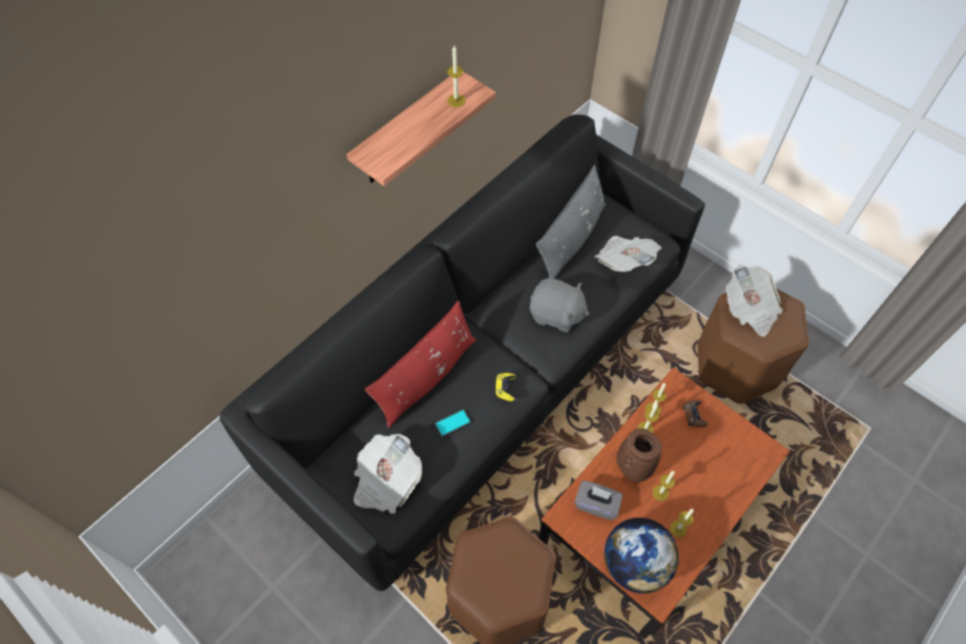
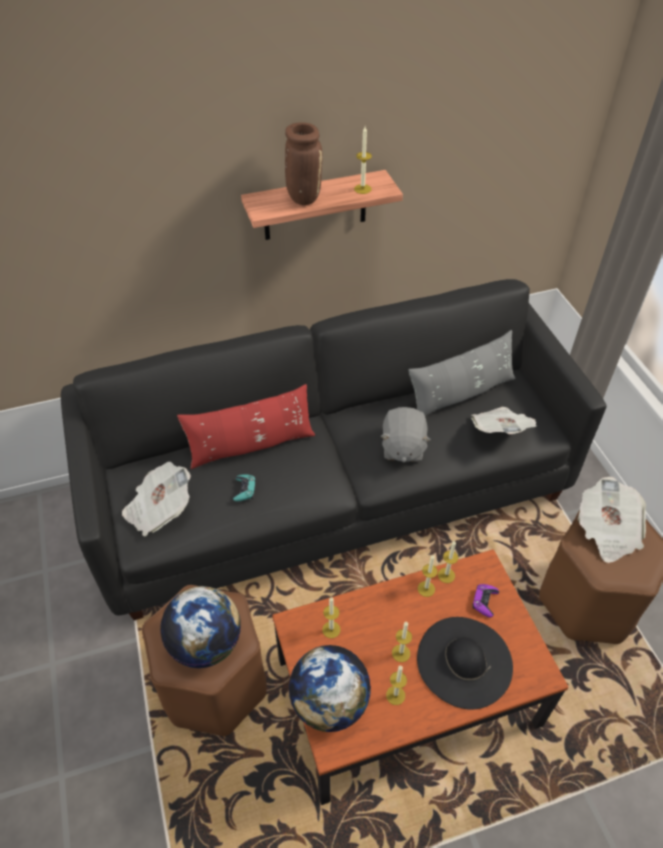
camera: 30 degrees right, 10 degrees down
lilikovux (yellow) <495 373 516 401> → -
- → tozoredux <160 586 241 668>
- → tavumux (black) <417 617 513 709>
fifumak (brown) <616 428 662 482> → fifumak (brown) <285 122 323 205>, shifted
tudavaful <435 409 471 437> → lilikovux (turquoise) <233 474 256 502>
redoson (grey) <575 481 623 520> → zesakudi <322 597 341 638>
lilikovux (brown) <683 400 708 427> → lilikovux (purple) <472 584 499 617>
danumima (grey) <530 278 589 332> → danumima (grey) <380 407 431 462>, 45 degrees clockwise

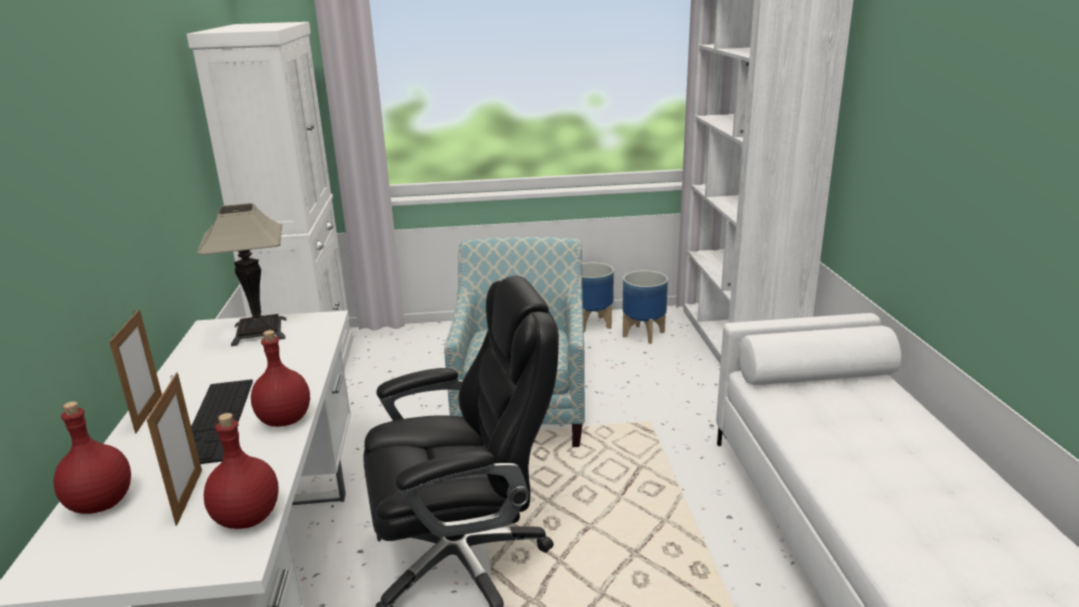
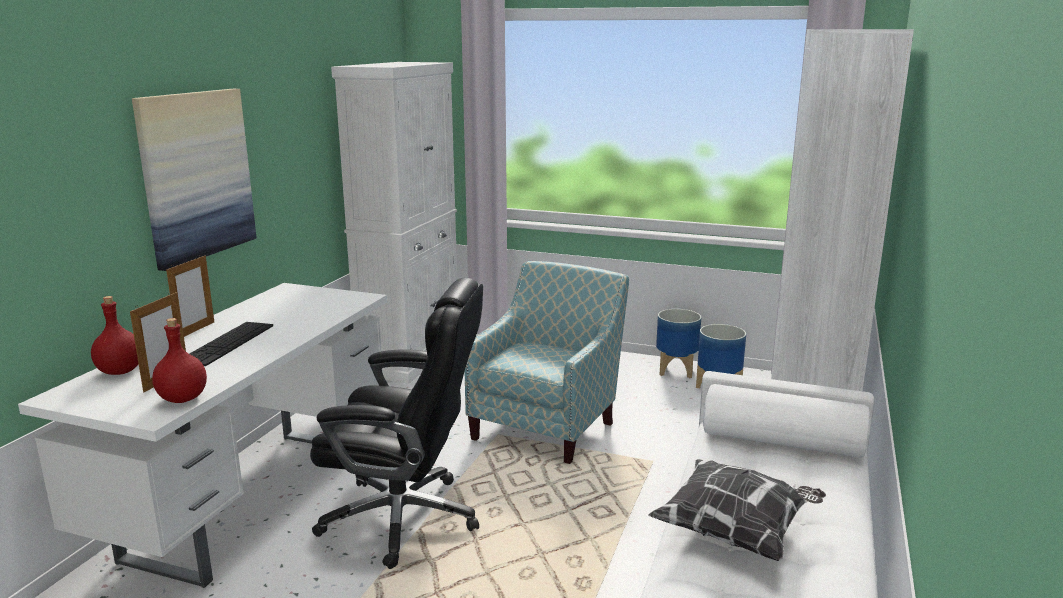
camera: 25 degrees right, 5 degrees down
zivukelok <197 203 286 346> → -
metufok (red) <251 330 310 427> → -
- → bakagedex <132 89 256 271>
- → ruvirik <648 459 826 561>

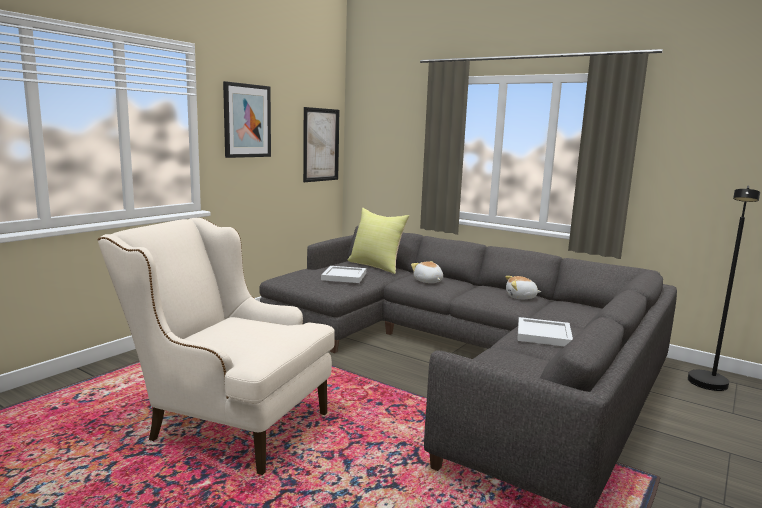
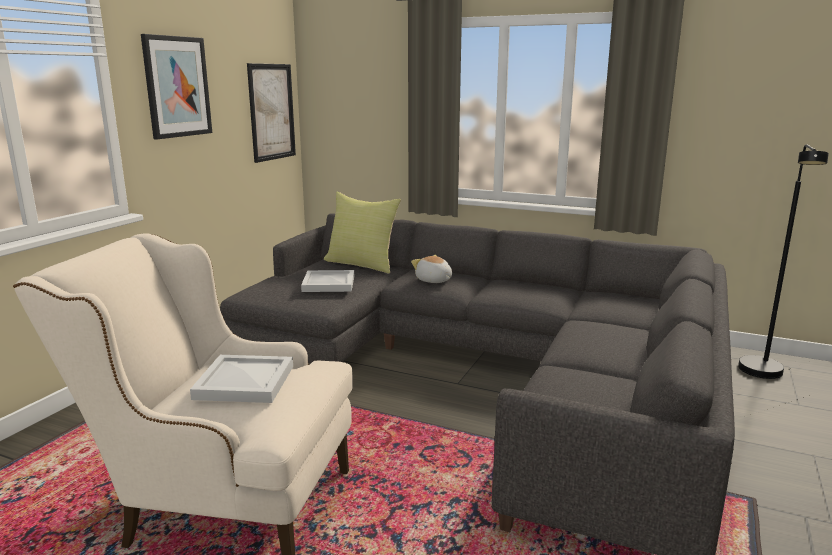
camera: 10 degrees left, 5 degrees up
danumima <505 276 541 299> → -
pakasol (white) <517 317 573 346> → pakasol (white) <190 355 293 403>, shifted

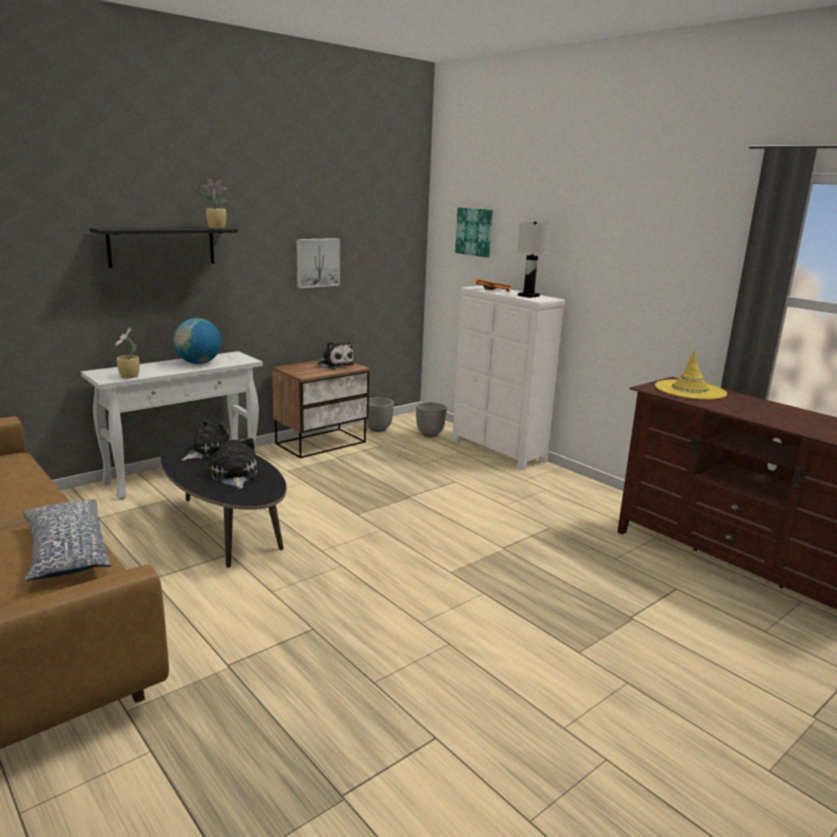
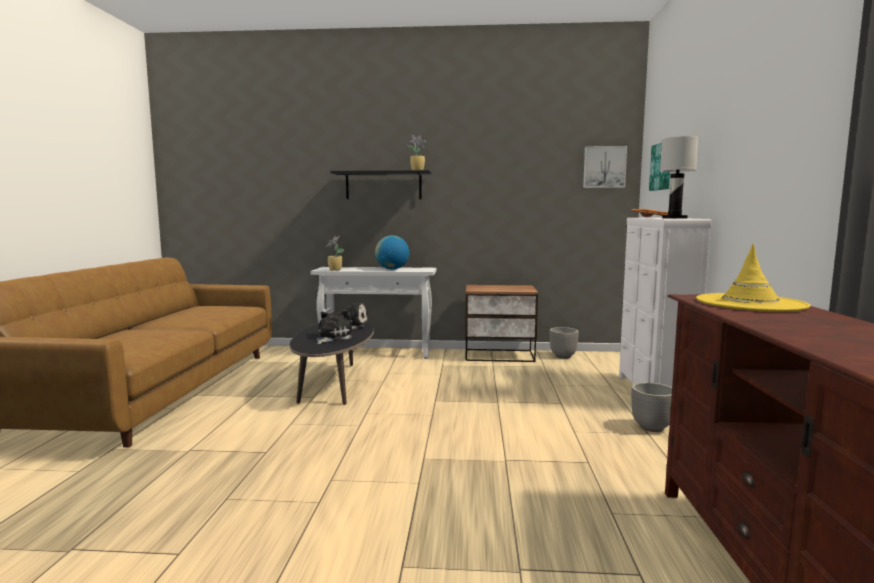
camera: 45 degrees right, 10 degrees down
ruvirik <22 499 112 581> → -
danumima <318 342 355 369> → -
bakagedex <296 238 340 288> → bakagedex <583 146 627 188>, shifted
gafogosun <416 402 447 437> → gafogosun <631 382 672 432>, shifted

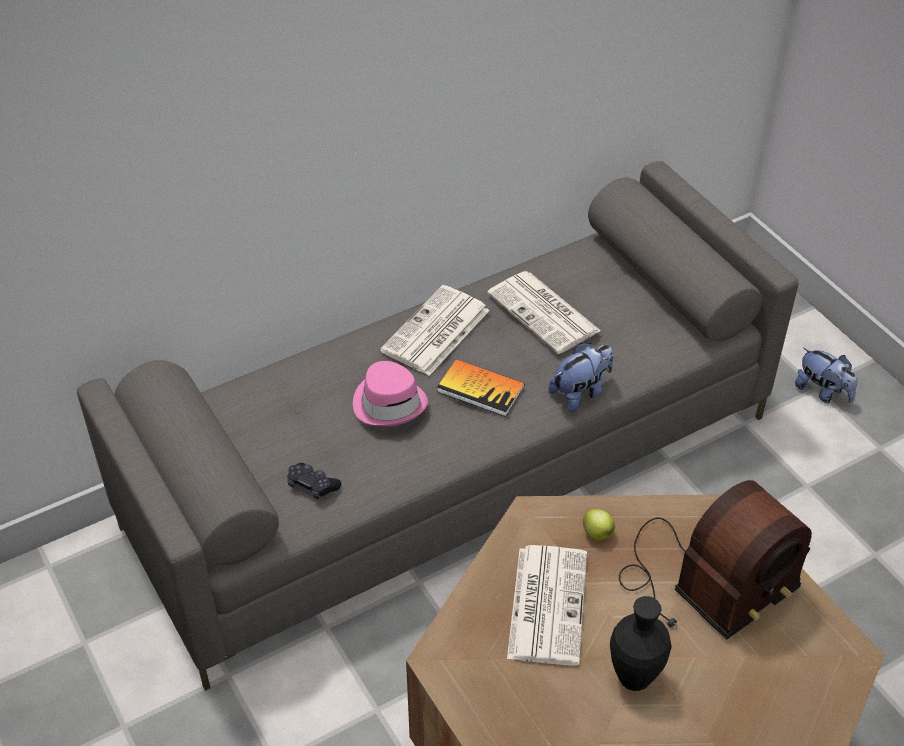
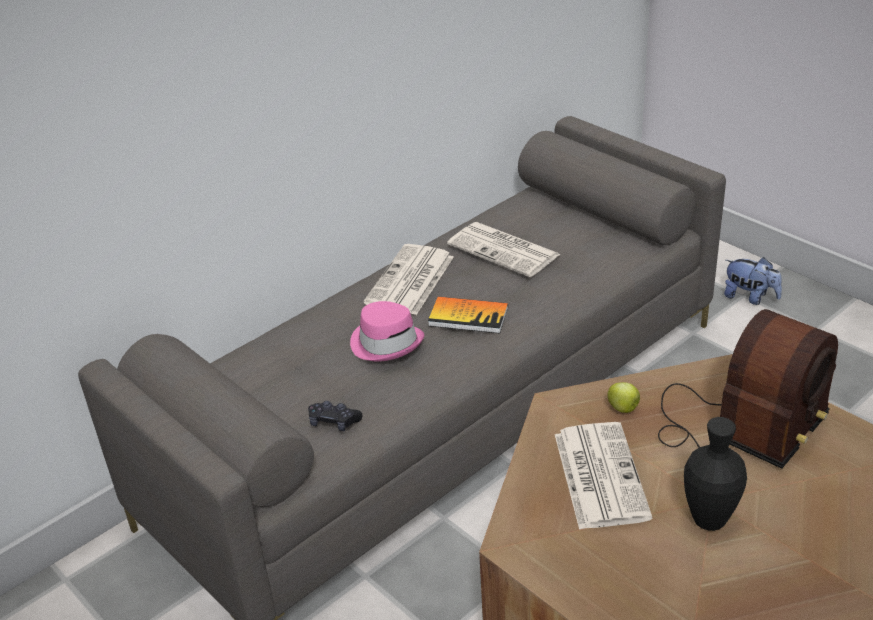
camera: 10 degrees left, 10 degrees down
danumima <548 343 614 412> → -

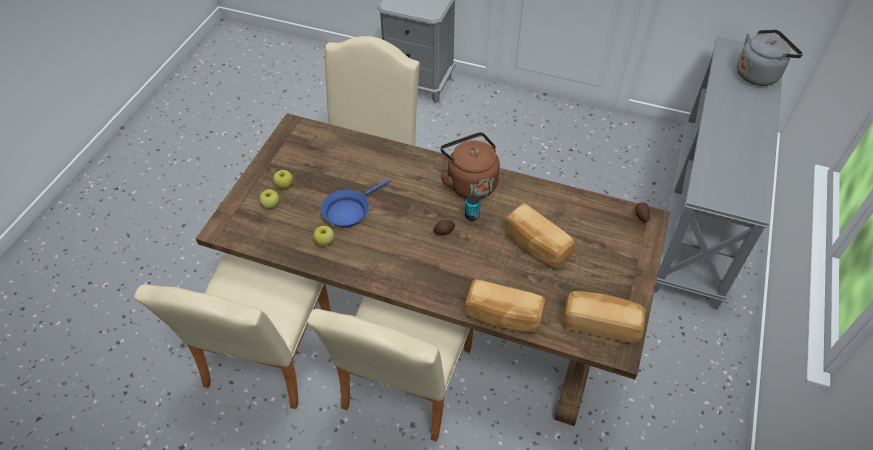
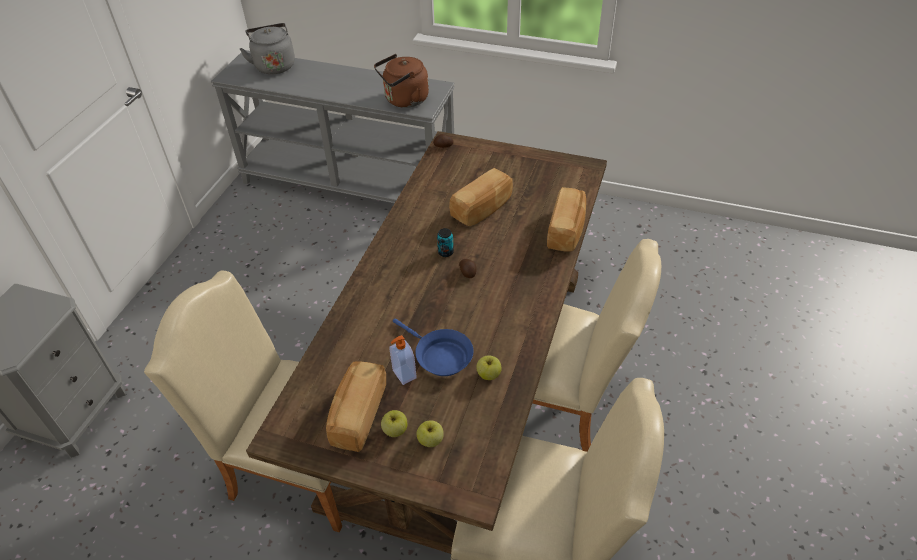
camera: 90 degrees left, 5 degrees down
- → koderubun <389 335 417 385>
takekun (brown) <440 132 500 199> → takekun (brown) <374 54 429 108>, shifted
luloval <563 291 645 344> → luloval <326 362 386 452>, shifted

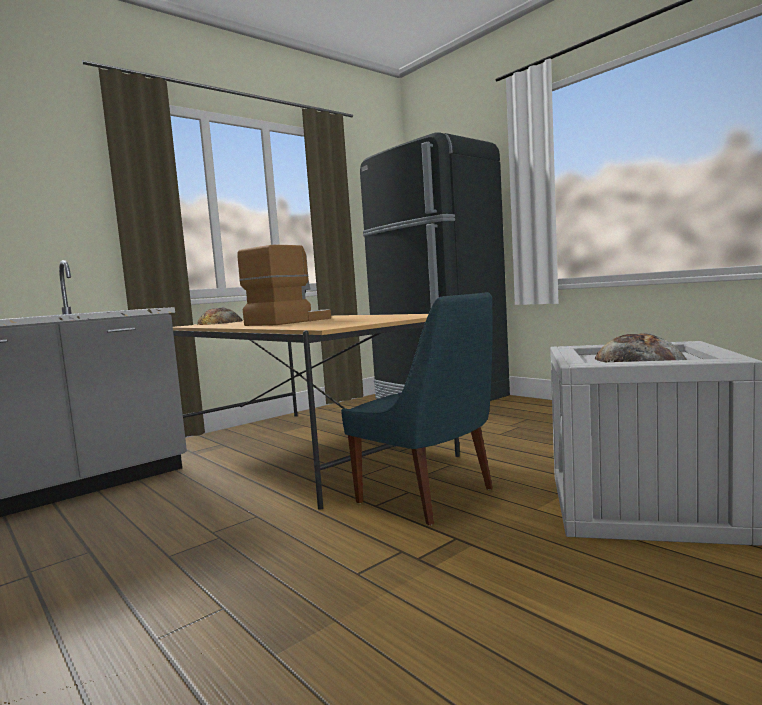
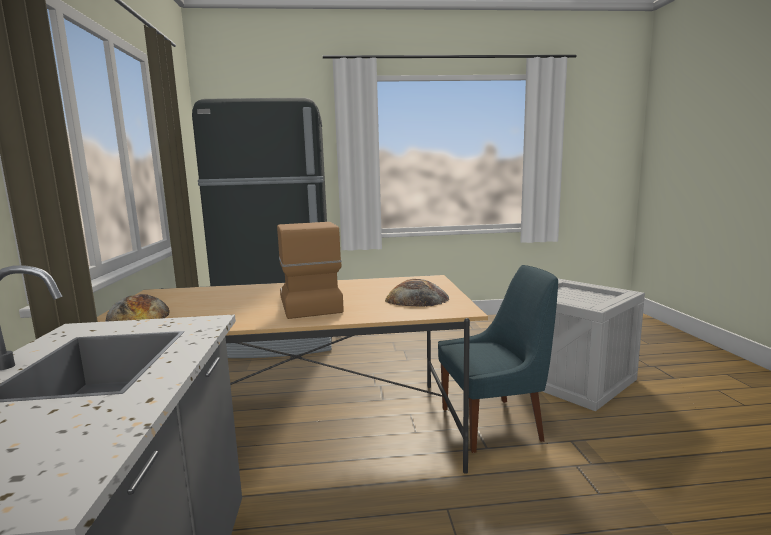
camera: 55 degrees left, 5 degrees up
luloval <595 333 687 362> → luloval <385 279 450 307>, shifted

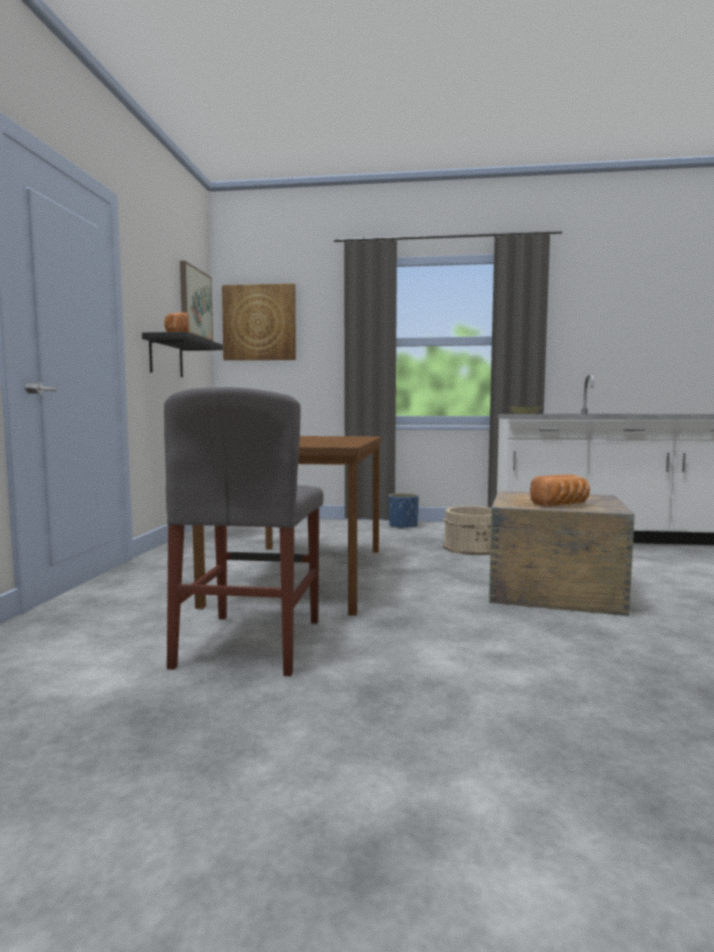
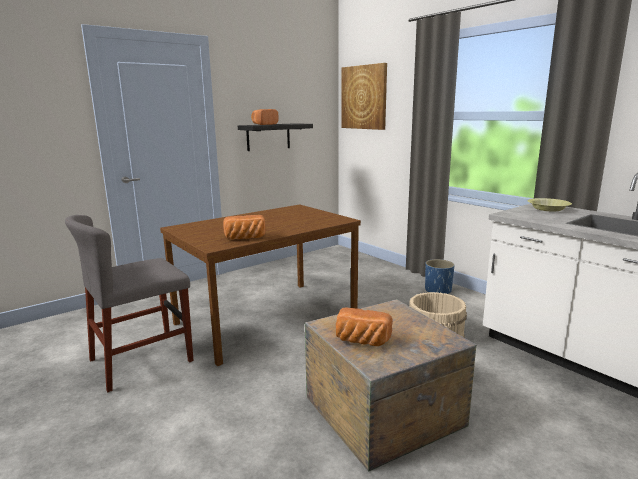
camera: 45 degrees right, 10 degrees up
bakagedex <180 261 213 341> → -
- → luloval <223 215 266 240>

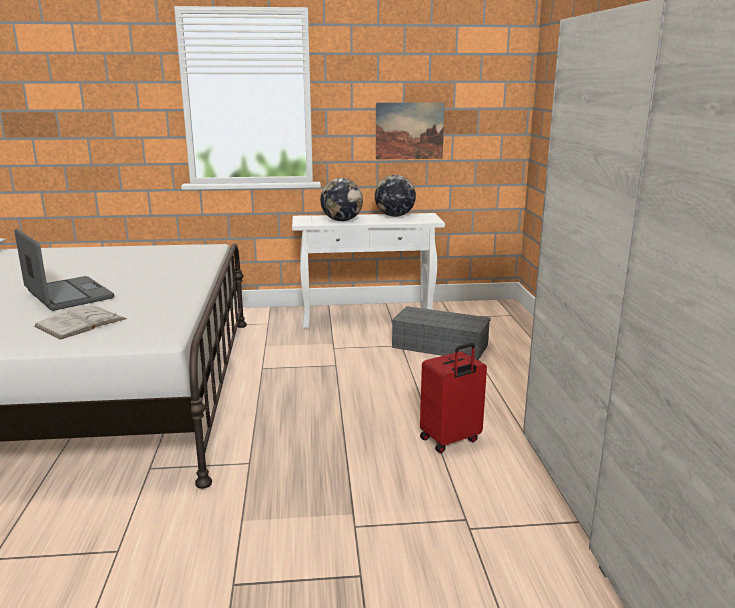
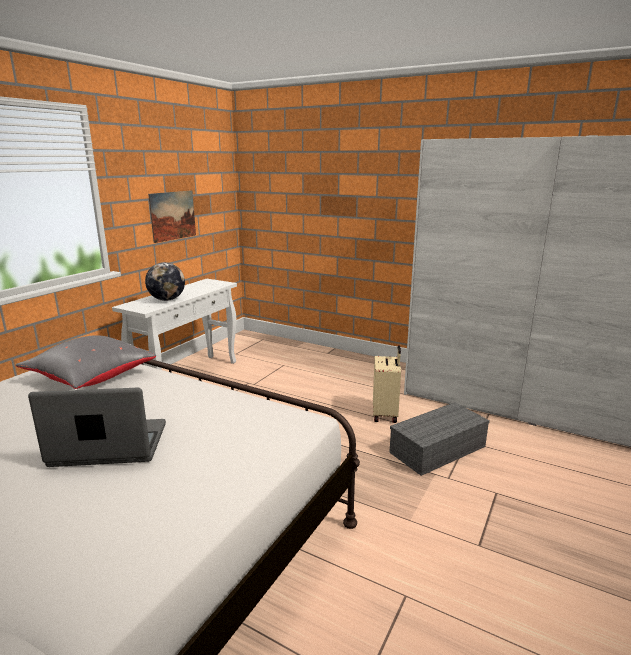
camera: 55 degrees left, 0 degrees up
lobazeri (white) <34 306 127 340> → -
tozoredux <375 175 416 217> → -
- → ruvirik (grey) <15 335 156 389>
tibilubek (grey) <392 306 491 360> → tibilubek (grey) <389 402 490 476>, shifted
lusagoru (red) <420 343 487 453> → lusagoru (beige) <373 345 401 423>

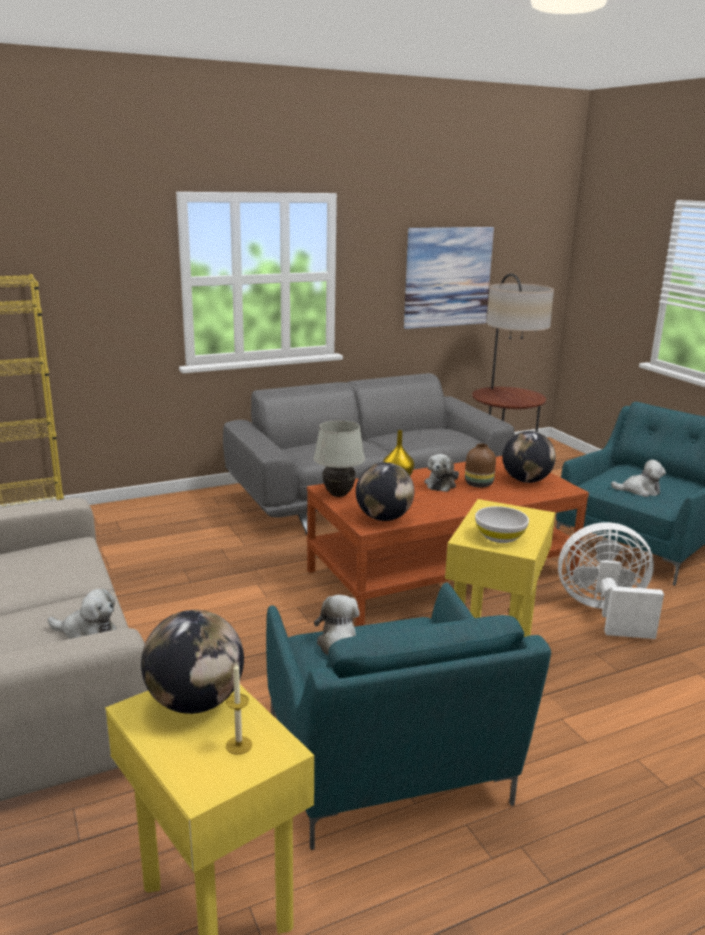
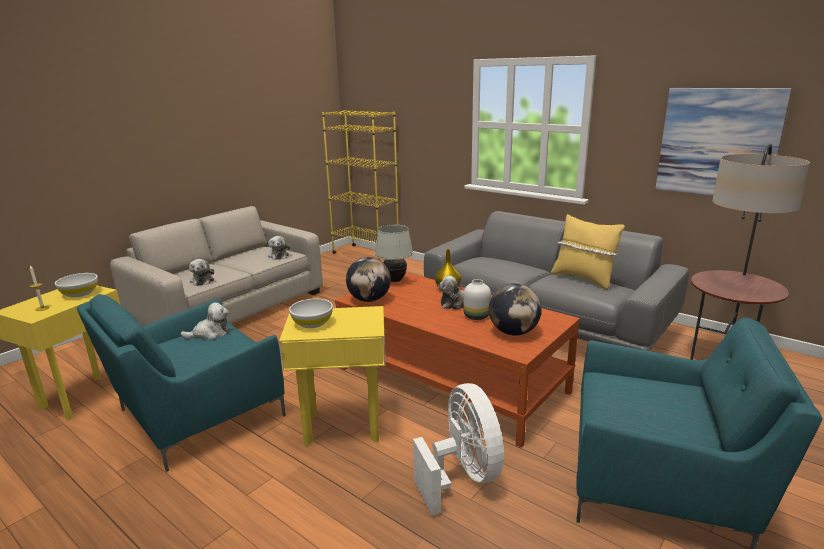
camera: 65 degrees right, 0 degrees up
- → ruvirik (yellow) <551 214 625 290>
danumima <611 460 666 497> → danumima <268 236 290 260>, shifted
tozoredux <141 610 244 714> → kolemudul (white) <55 273 98 297>
fifumak (brown) <465 444 496 488> → fifumak (white) <463 279 491 320>

